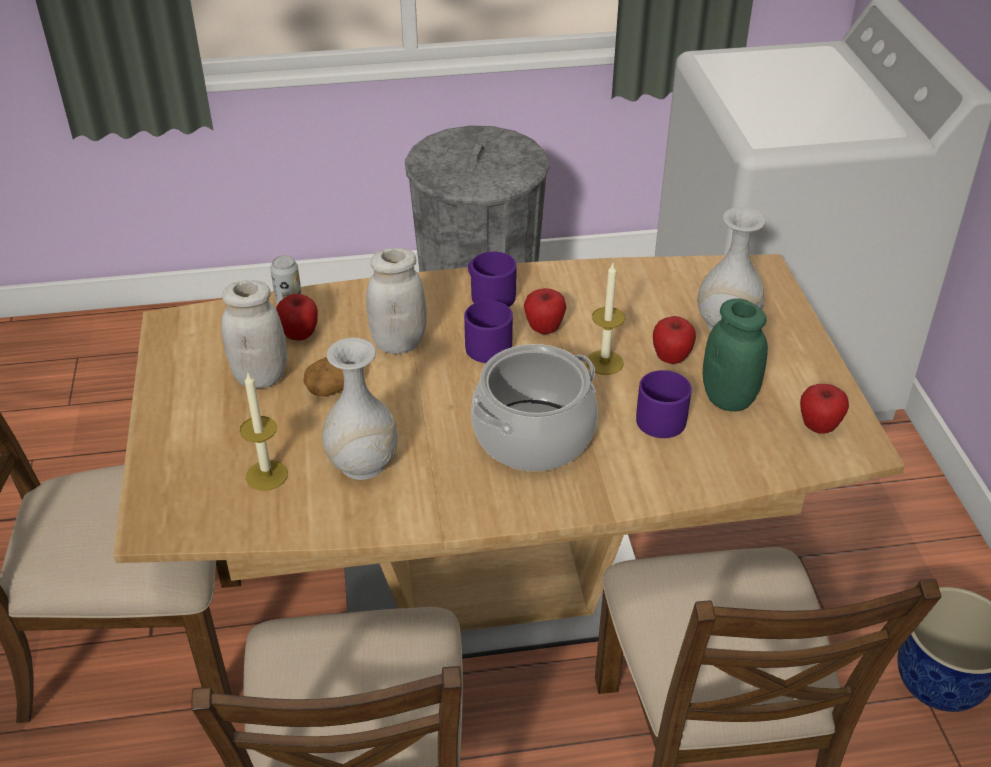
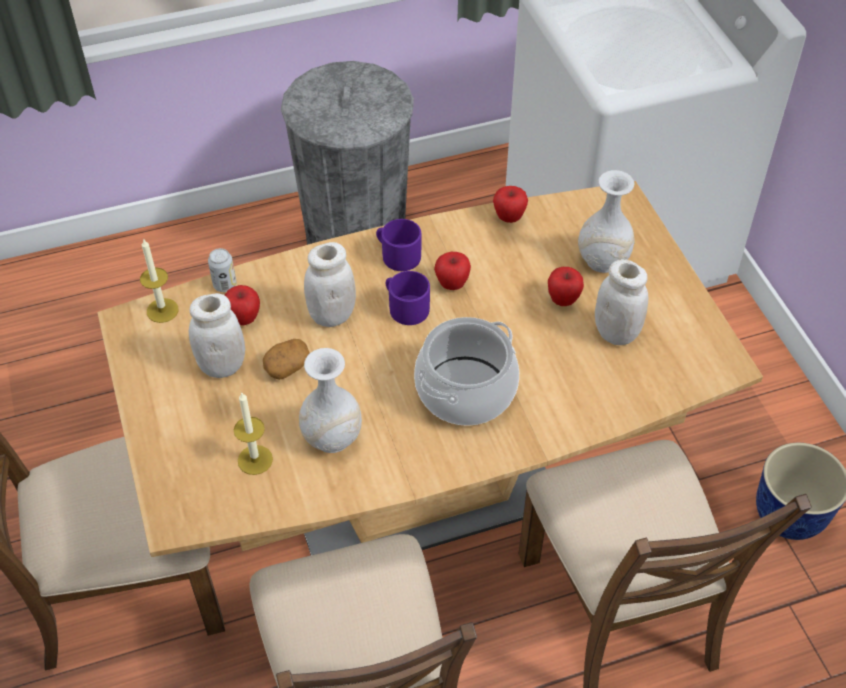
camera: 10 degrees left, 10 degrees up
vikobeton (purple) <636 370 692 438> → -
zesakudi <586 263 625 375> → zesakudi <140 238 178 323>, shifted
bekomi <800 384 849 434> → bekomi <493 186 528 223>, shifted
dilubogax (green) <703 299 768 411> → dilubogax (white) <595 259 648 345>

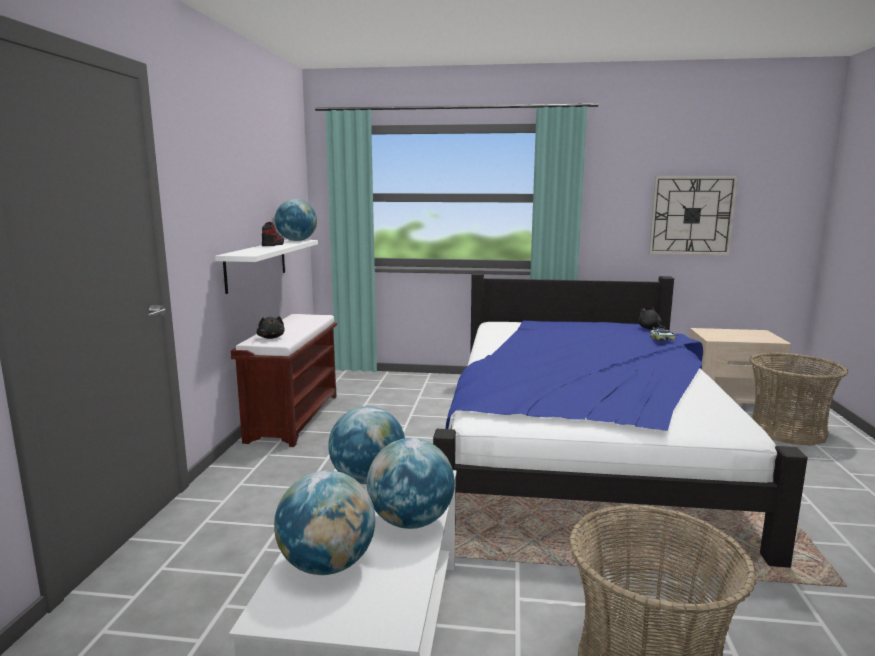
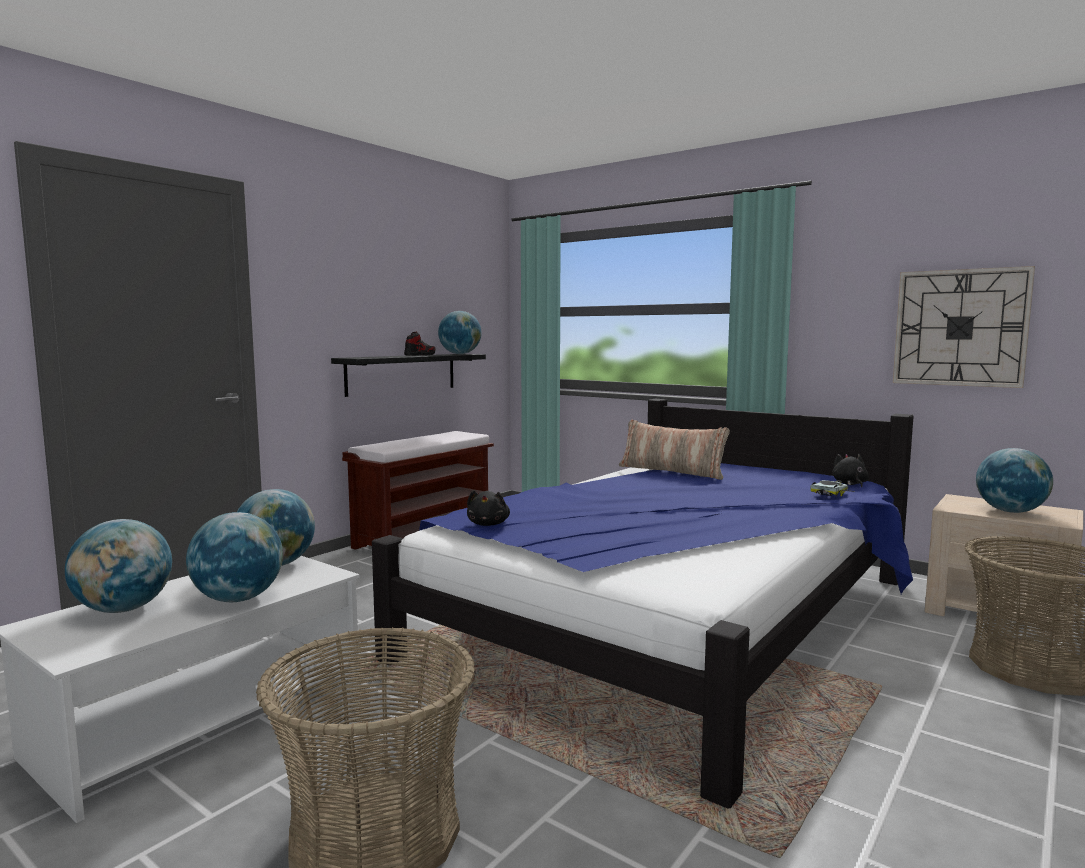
camera: 30 degrees right, 5 degrees down
- → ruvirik <619 420 730 480>
- → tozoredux <976 448 1053 513>
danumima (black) <257 316 285 339> → danumima (black) <467 490 510 526>, shifted
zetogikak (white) <215 240 318 294> → zetogikak (black) <331 354 486 397>

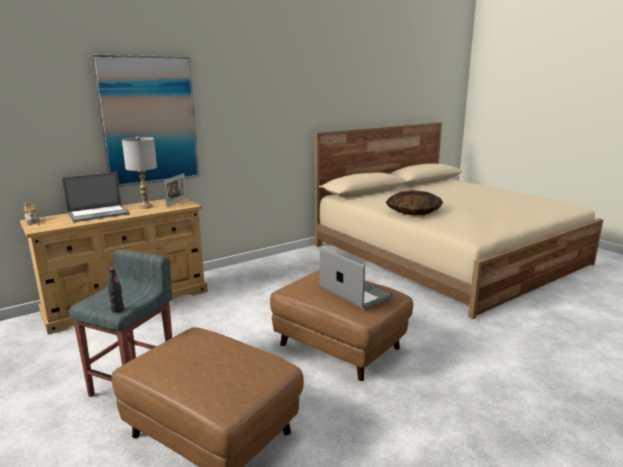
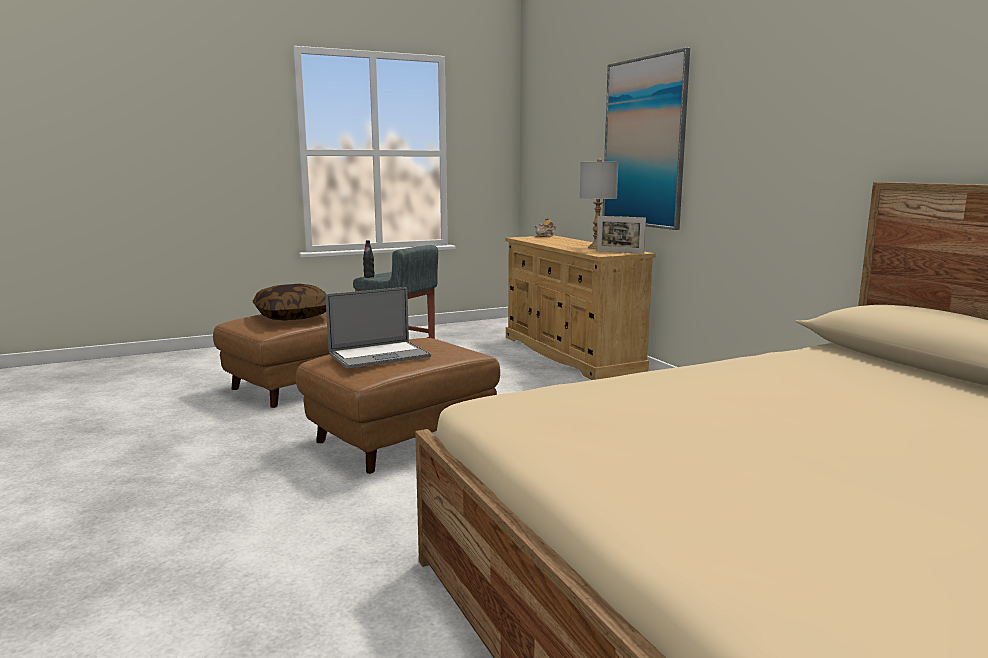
camera: 100 degrees right, 5 degrees down
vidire <62 172 130 222> → -
ruvirik <386 190 443 215> → ruvirik <252 284 326 320>, shifted

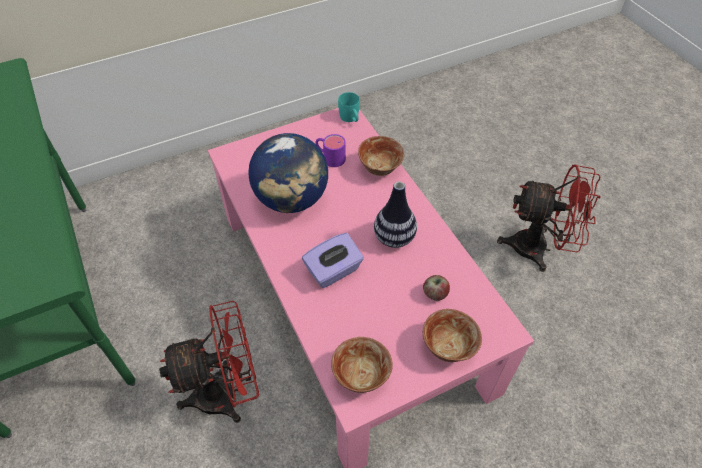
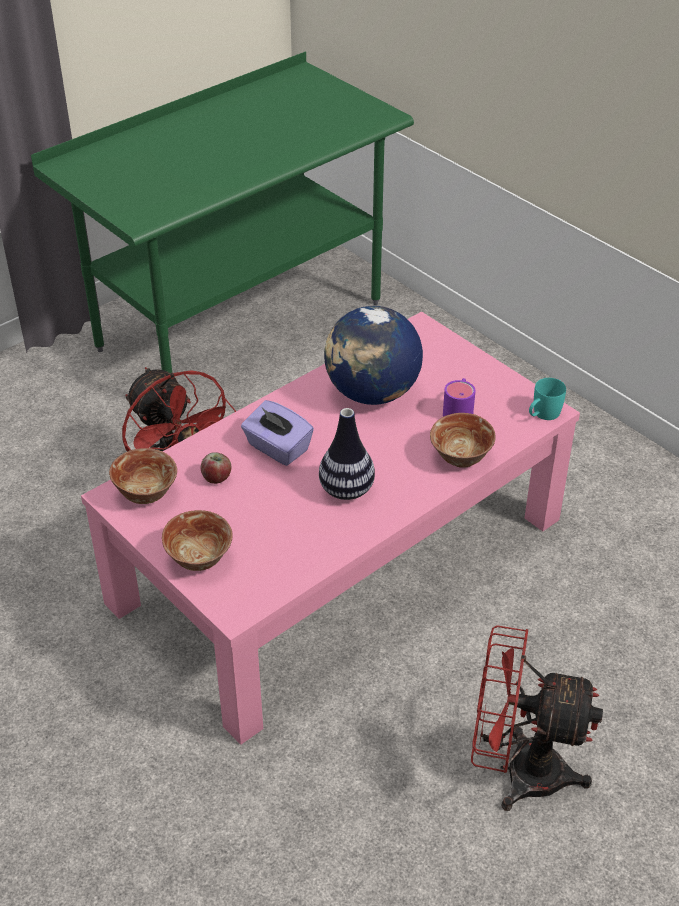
camera: 75 degrees right, 10 degrees down
bekomi <423 275 450 301> → bekomi <201 452 231 484>, shifted
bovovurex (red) <497 165 601 272> → bovovurex (red) <471 625 603 811>, 105 degrees clockwise

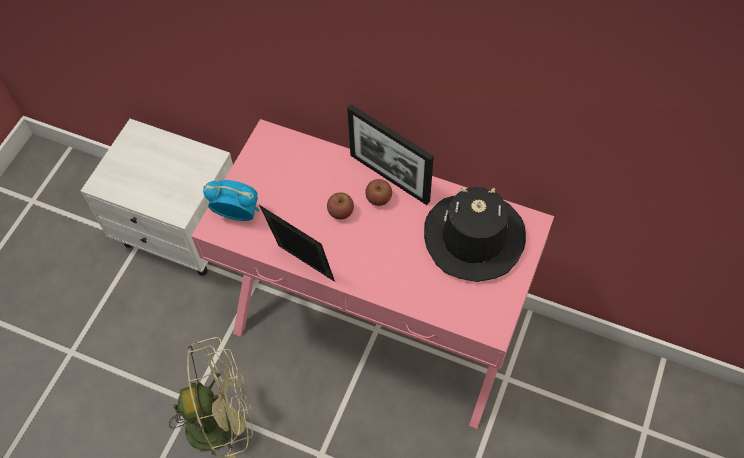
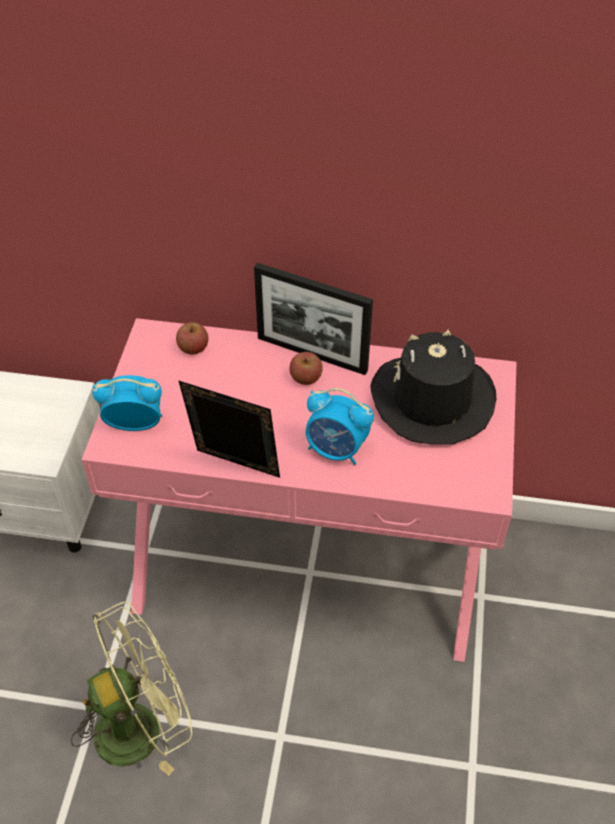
camera: 15 degrees left, 10 degrees down
- → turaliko <306 388 374 465>
bekomi <327 192 354 219> → bekomi <176 322 208 355>, shifted

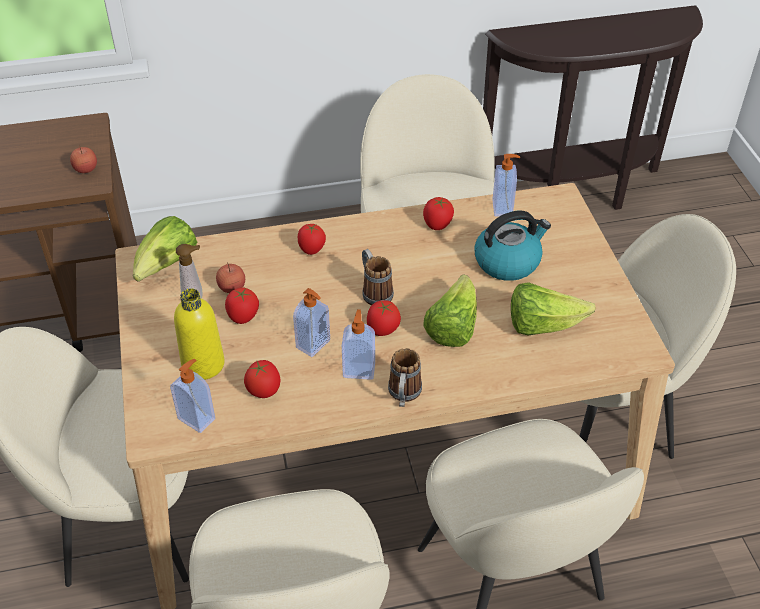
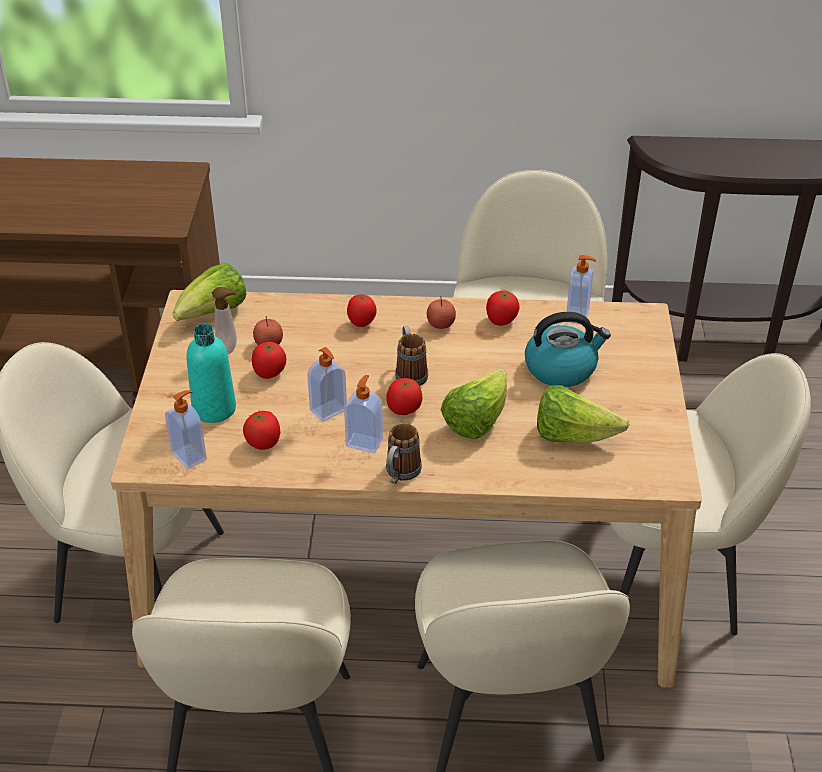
camera: 15 degrees right, 5 degrees down
bekomi <70 145 97 173> → bekomi <427 296 456 329>, shifted
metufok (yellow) <174 288 225 380> → metufok (turquoise) <187 324 236 423>

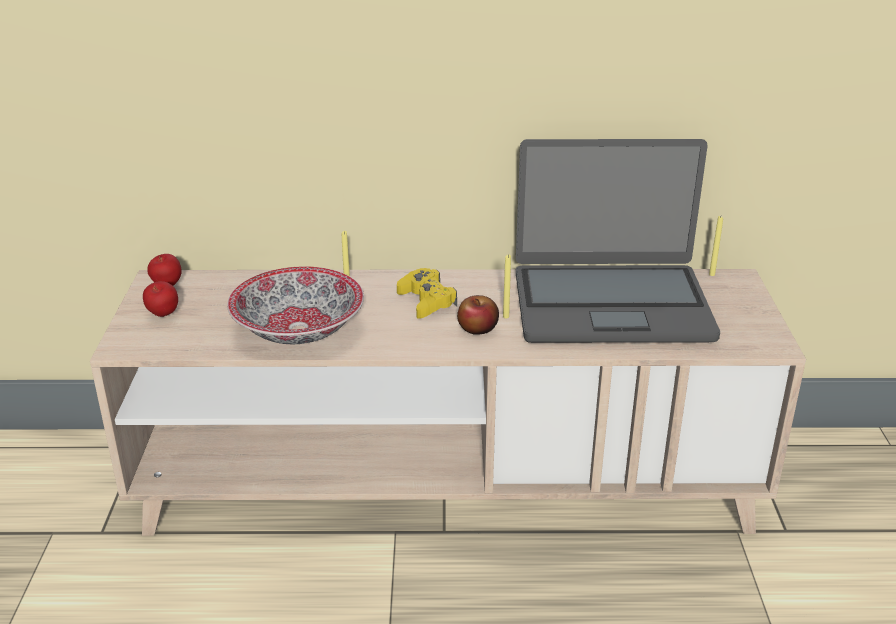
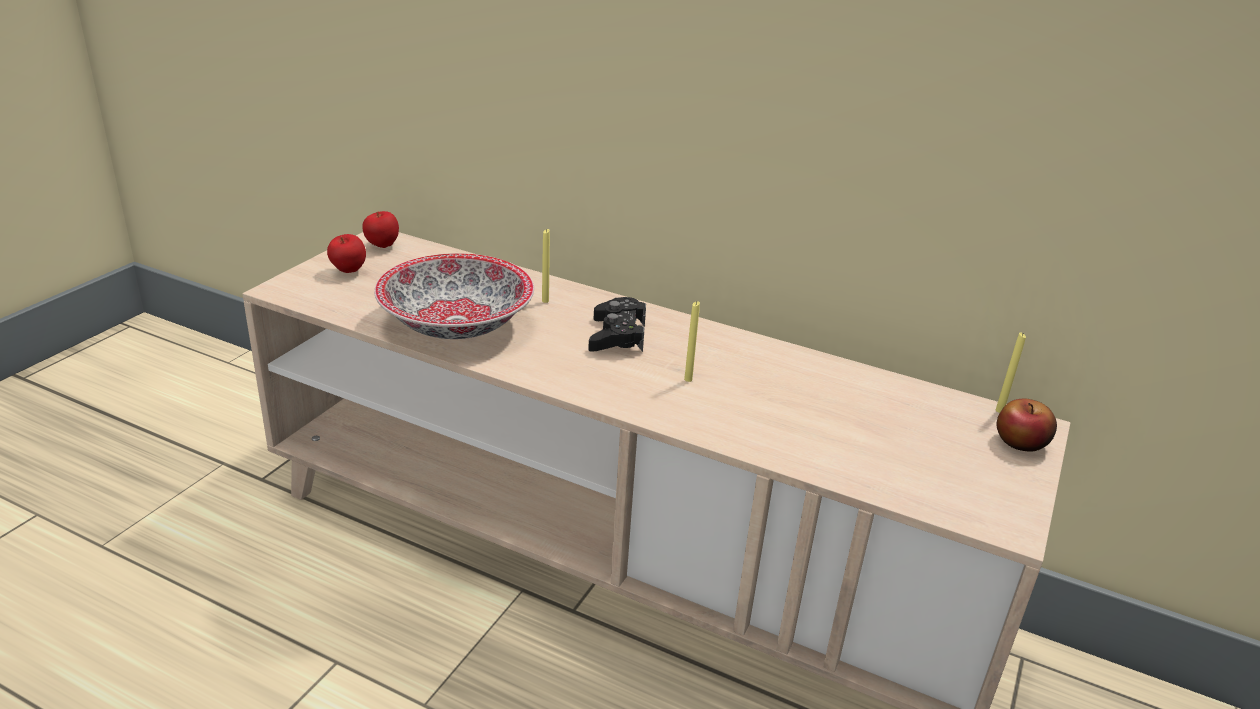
camera: 25 degrees right, 0 degrees up
vidire <516 139 720 343> → -
bekomi <457 295 499 335> → bekomi <997 399 1057 452>, shifted
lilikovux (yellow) <397 268 457 319> → lilikovux (black) <588 297 646 352>

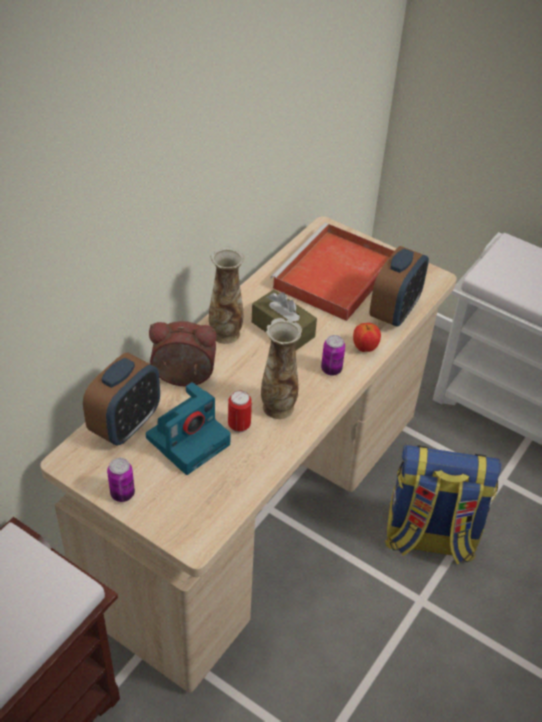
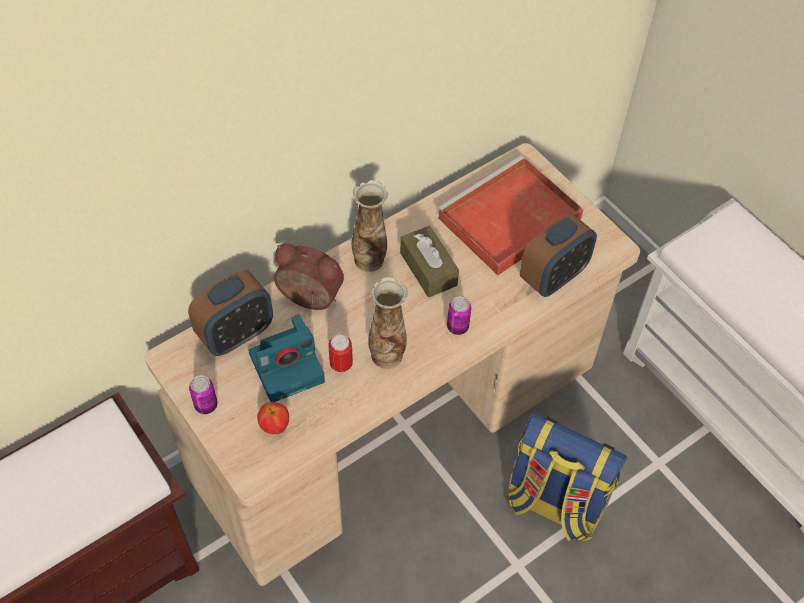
camera: 20 degrees right, 10 degrees up
bekomi <353 323 381 352> → bekomi <258 402 289 434>, shifted

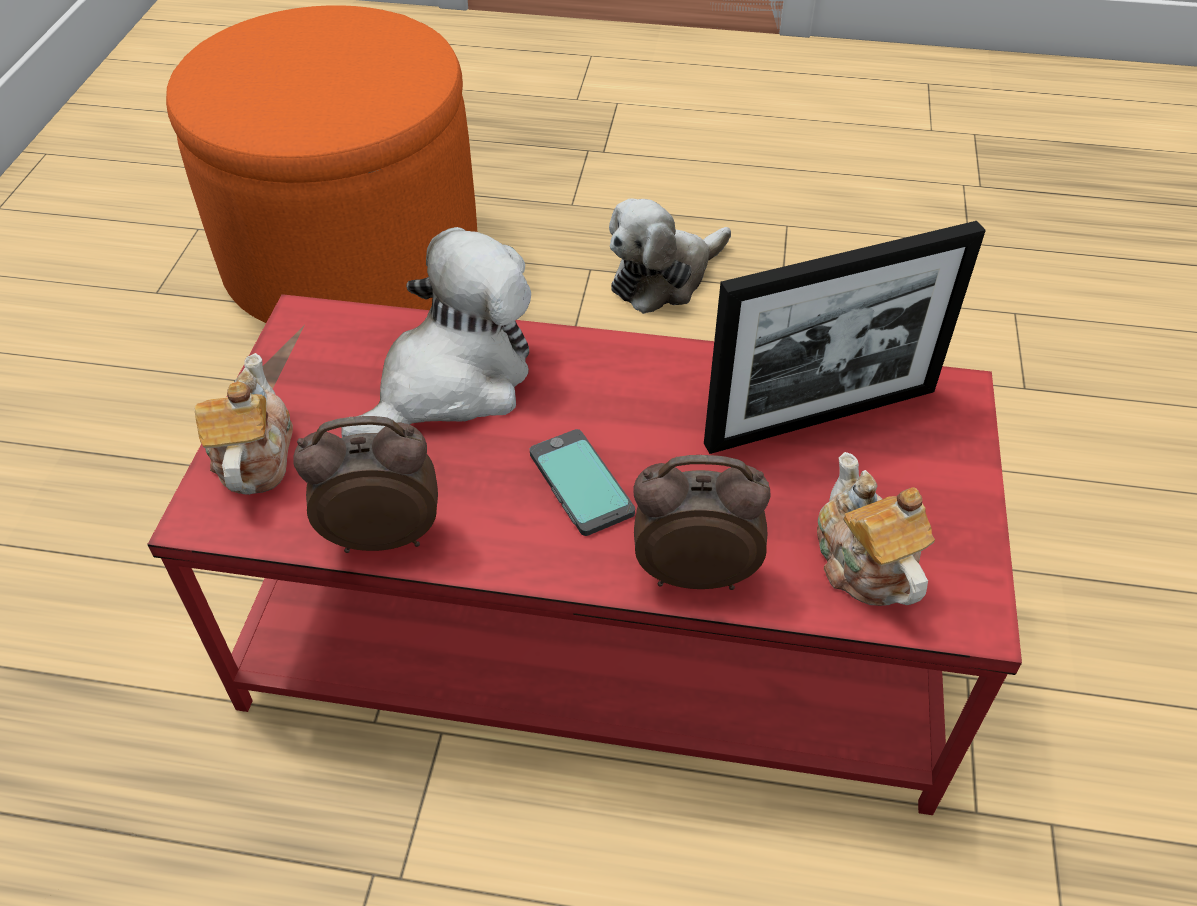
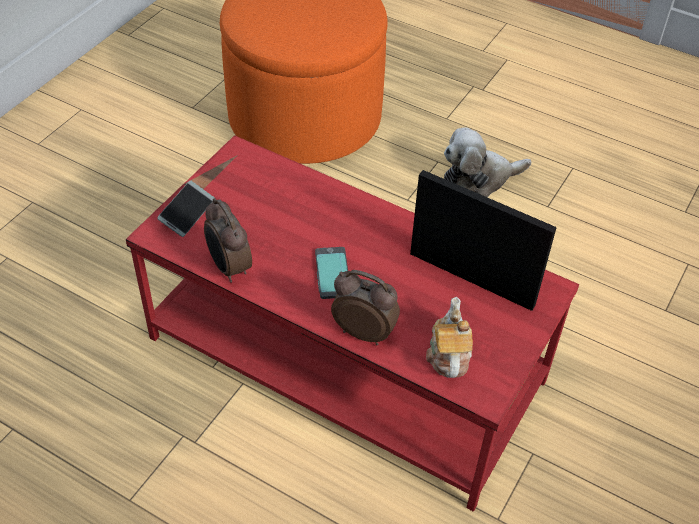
camera: 20 degrees right, 0 degrees up
danumima <341 227 531 438> → -
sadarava <195 353 293 495> → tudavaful <157 181 214 237>
turaliko <293 416 438 553> → turaliko <204 198 252 283>, 135 degrees counterclockwise
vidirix <704 221 986 454> → vidirix <410 170 557 311>, 150 degrees counterclockwise

